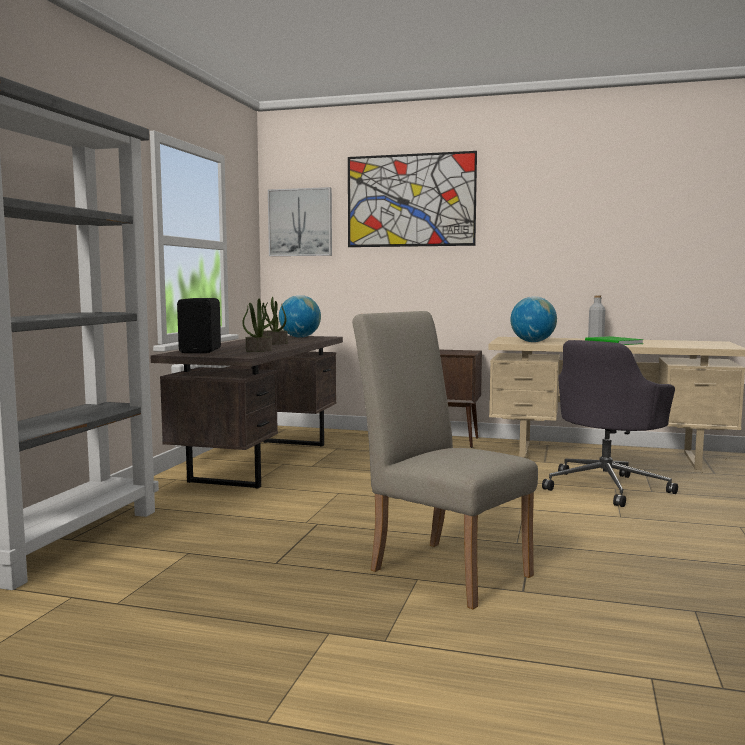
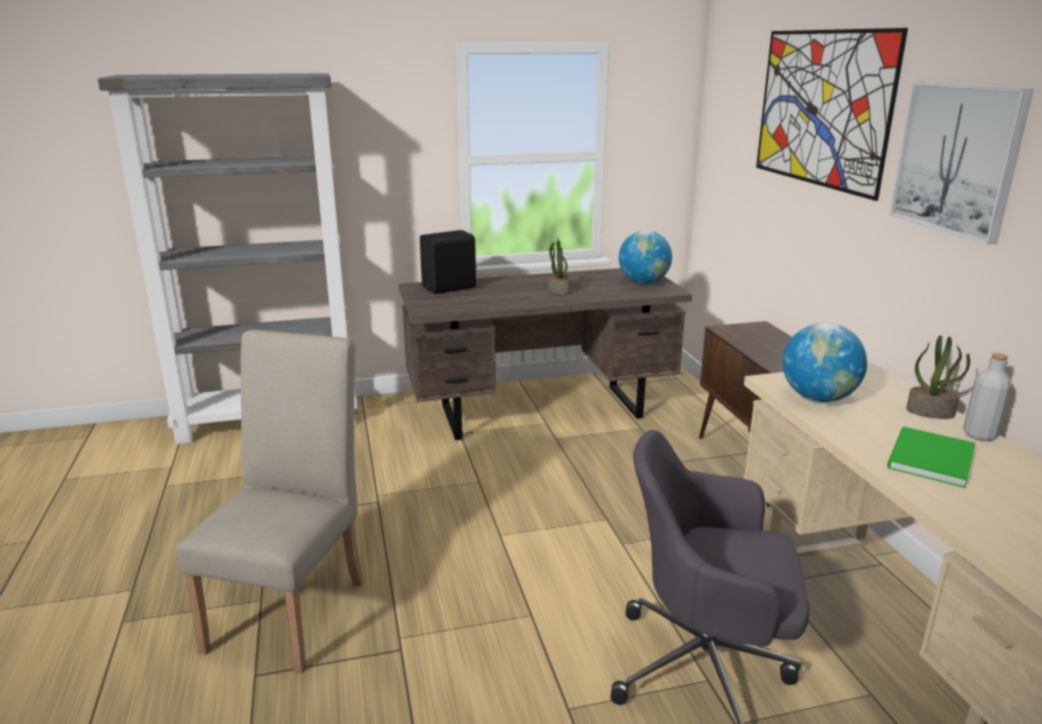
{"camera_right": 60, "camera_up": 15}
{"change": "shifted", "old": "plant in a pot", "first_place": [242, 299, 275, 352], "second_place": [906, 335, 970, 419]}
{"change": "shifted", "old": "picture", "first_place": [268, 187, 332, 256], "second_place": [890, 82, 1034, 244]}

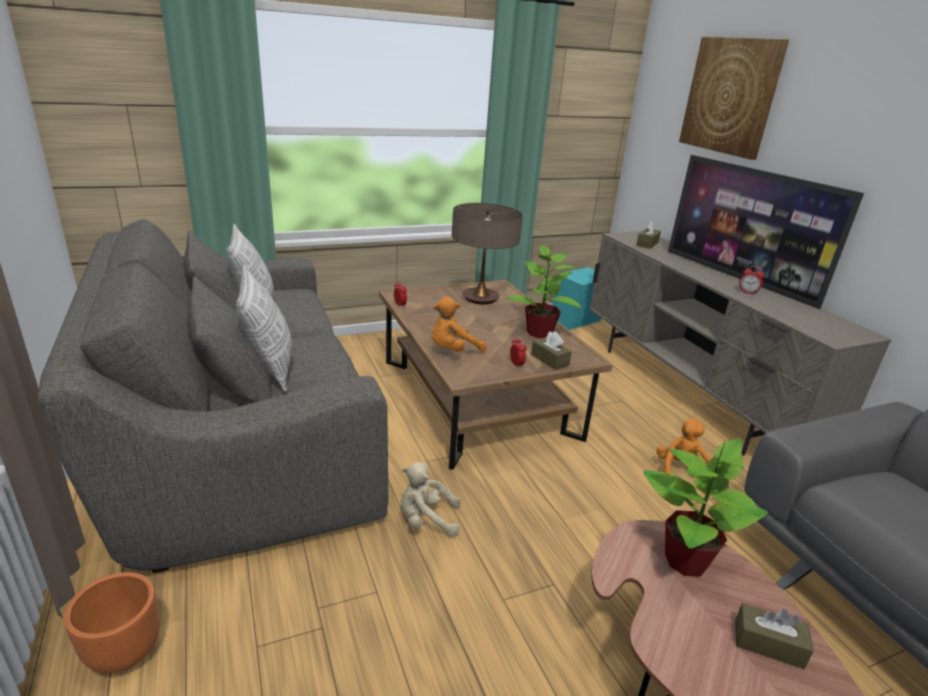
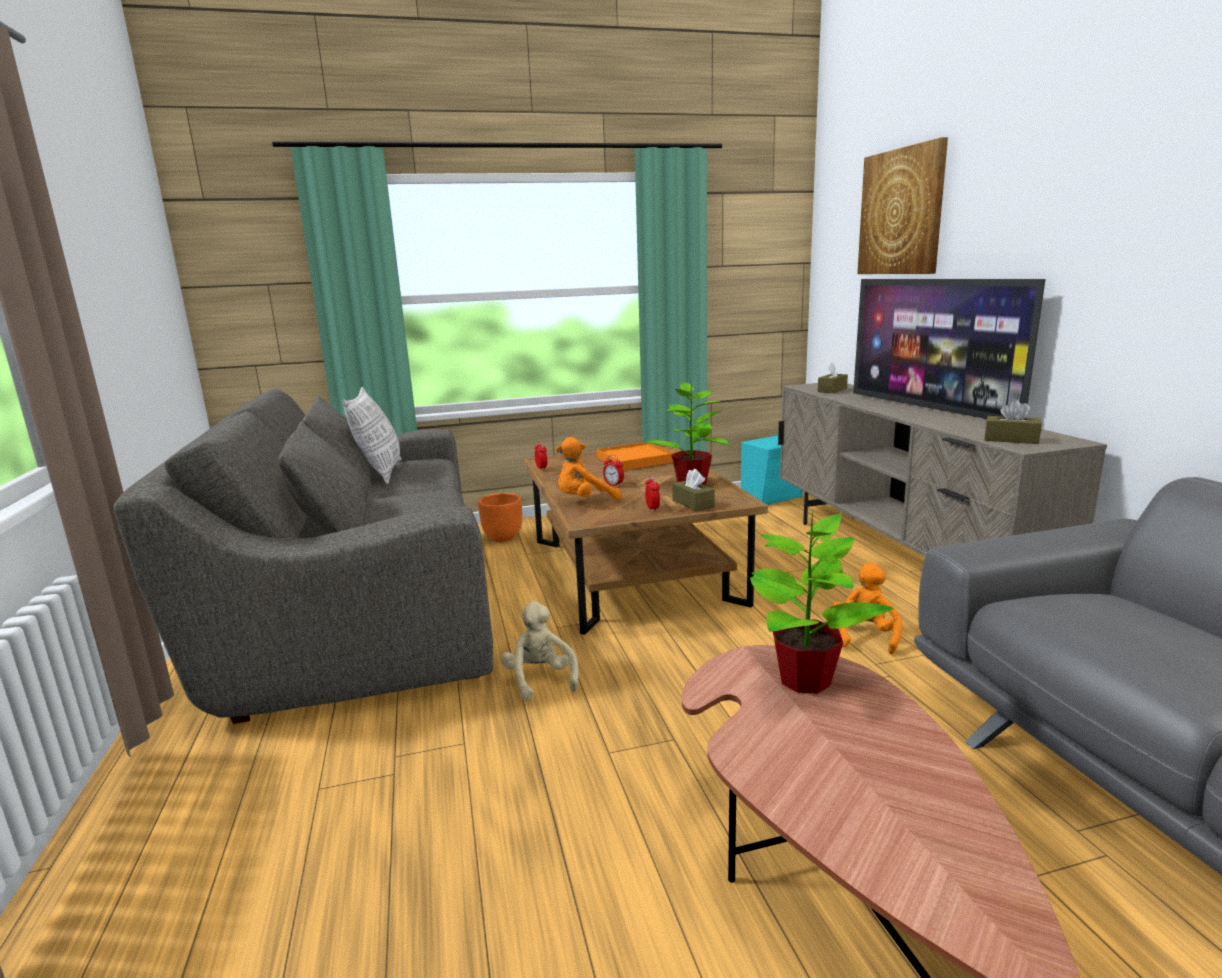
{"camera_right": 10, "camera_up": -10}
{"change": "gone", "old": "pillow", "first_place": [236, 265, 292, 392]}
{"change": "shifted", "old": "planter/orange-coloured", "first_place": [64, 572, 160, 673], "second_place": [478, 493, 522, 542]}
{"change": "shifted", "old": "tissue box/brownish", "first_place": [735, 603, 814, 669], "second_place": [985, 400, 1042, 444]}
{"change": "shifted", "old": "table clock", "first_place": [739, 266, 765, 295], "second_place": [603, 455, 624, 486]}
{"change": "swapped", "old": "tabletop lamp", "new": "tray/orange-coloured", "first_place": [452, 203, 523, 305], "second_place": [597, 442, 674, 470]}
{"change": "rotated", "old": "soft toy/beige", "first_place": [401, 462, 460, 536], "second_place": [501, 601, 579, 701], "degrees": 60}

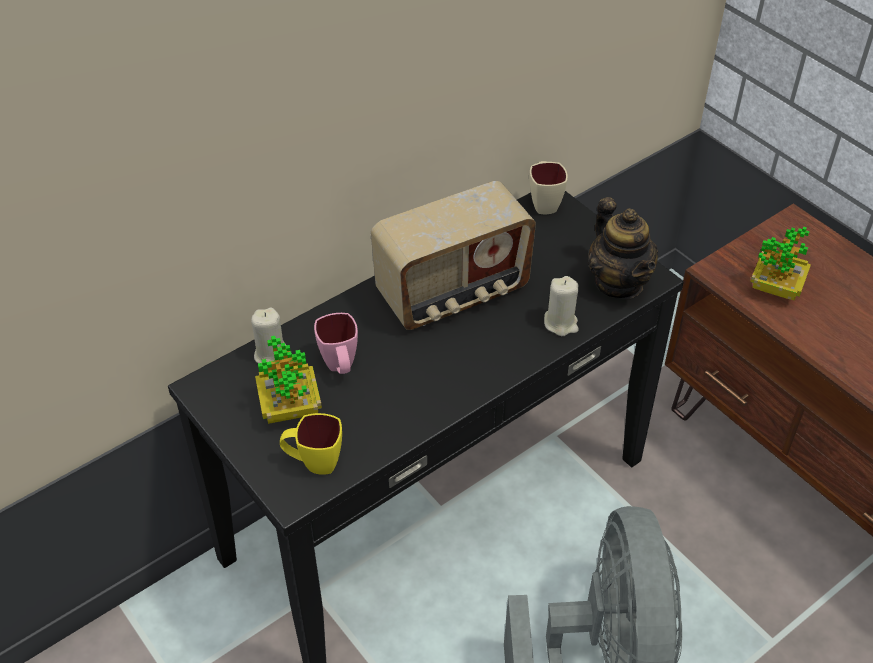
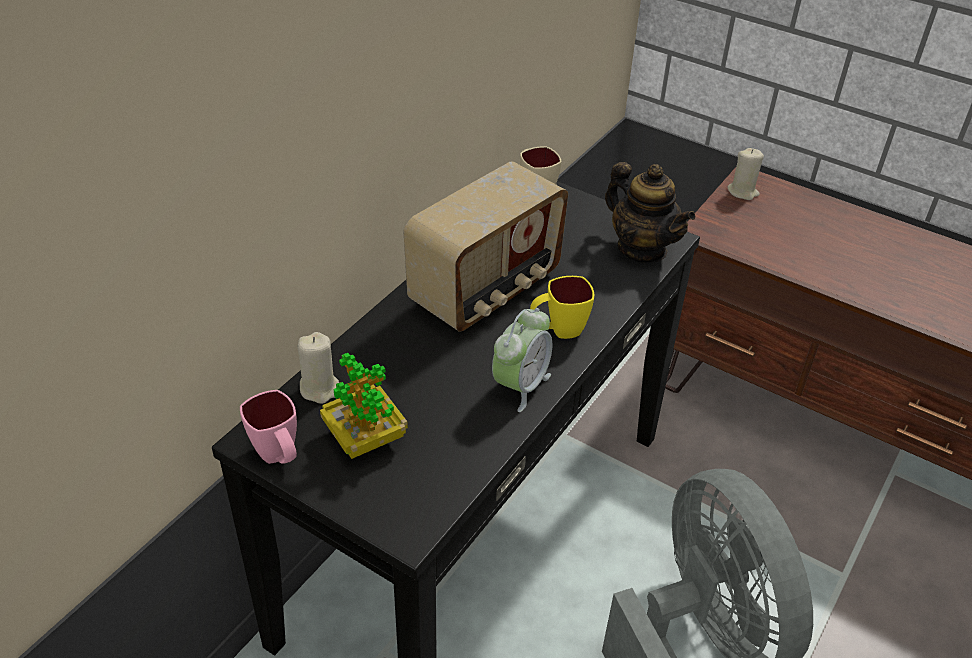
{"camera_right": -20, "camera_up": -5}
{"change": "gone", "old": "plant in a pot", "first_place": [750, 226, 811, 300]}
{"change": "new", "new": "table clock", "second_place": [492, 308, 552, 412]}
{"change": "shifted", "old": "coffee mug/yellow", "first_place": [280, 413, 342, 475], "second_place": [530, 276, 594, 339]}
{"change": "shifted", "old": "coffee mug/pinkish", "first_place": [314, 313, 358, 374], "second_place": [240, 390, 297, 464]}
{"change": "shifted", "old": "candle/beige", "first_place": [544, 276, 579, 336], "second_place": [727, 148, 764, 200]}

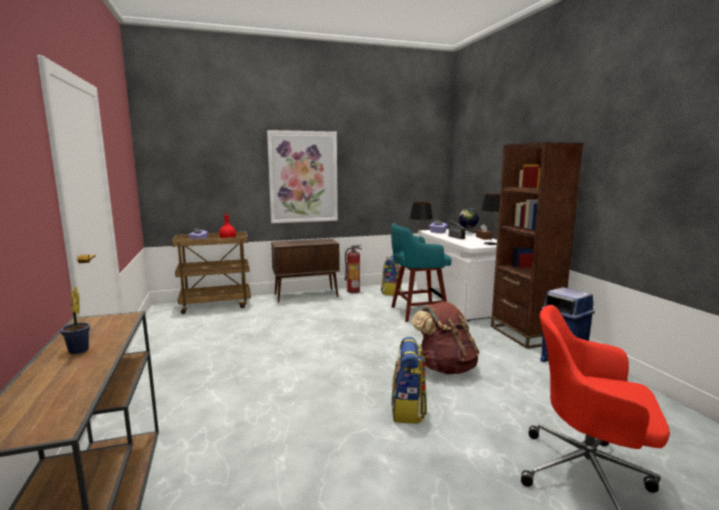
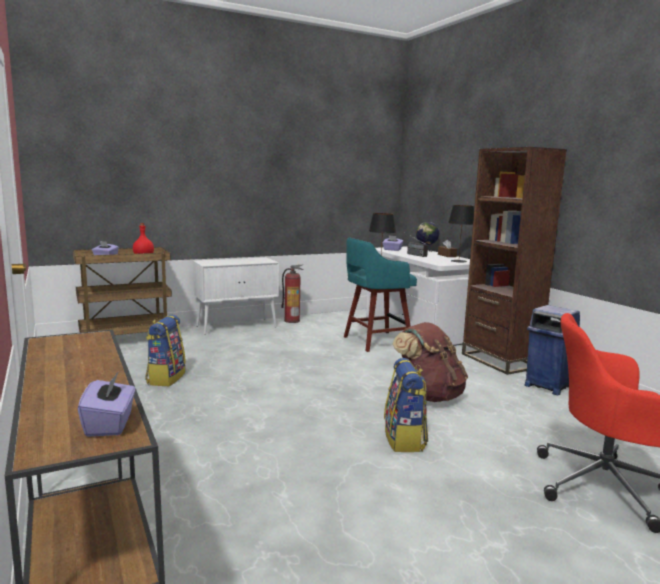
{"camera_right": -10, "camera_up": 0}
{"change": "gone", "old": "plant in a pot", "first_place": [60, 286, 90, 354]}
{"change": "gone", "old": "picture", "first_place": [267, 130, 338, 223]}
{"change": "new", "new": "tissue box/purple", "second_place": [78, 371, 136, 437]}
{"change": "shifted", "old": "knapsack", "first_place": [381, 255, 402, 296], "second_place": [145, 314, 186, 386]}
{"change": "repainted", "old": "cupboard/brownish", "new": "cupboard/white-coloured", "first_place": [271, 239, 340, 303], "second_place": [193, 257, 279, 335]}

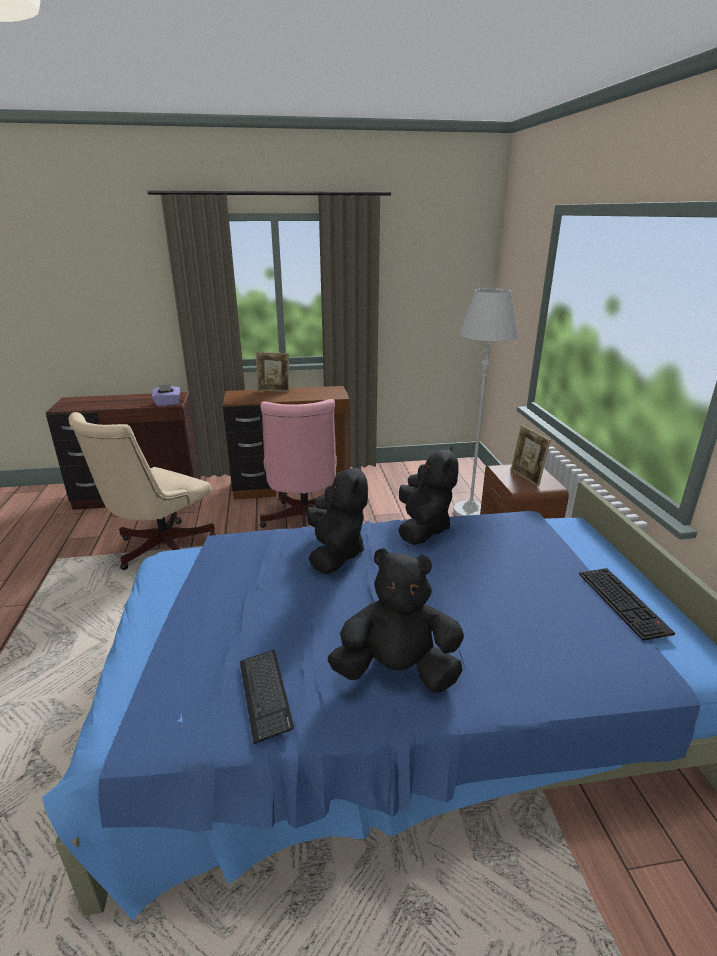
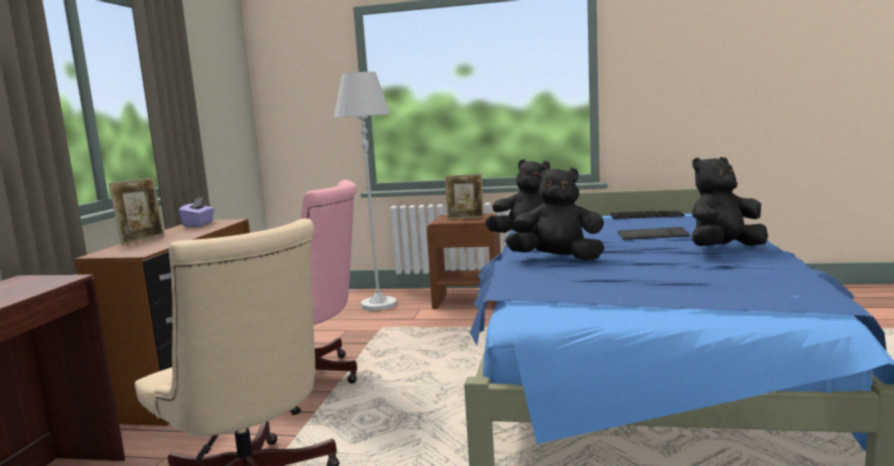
{"camera_right": -70, "camera_up": -15}
{"change": "shifted", "old": "tissue box/purple", "first_place": [152, 384, 180, 406], "second_place": [178, 197, 214, 227]}
{"change": "shifted", "old": "keyboard", "first_place": [240, 650, 294, 744], "second_place": [618, 227, 690, 240]}
{"change": "rotated", "old": "soft toy/black", "first_place": [328, 548, 464, 693], "second_place": [691, 157, 768, 246], "degrees": 45}

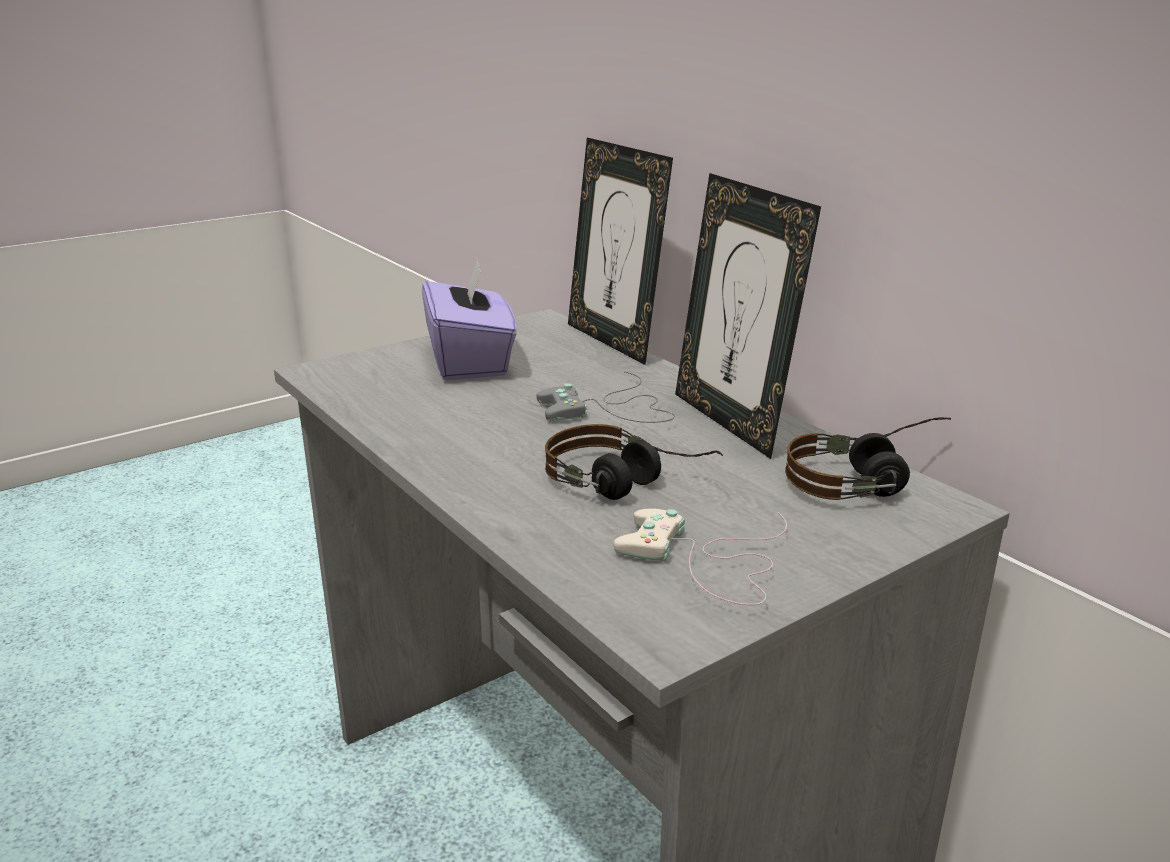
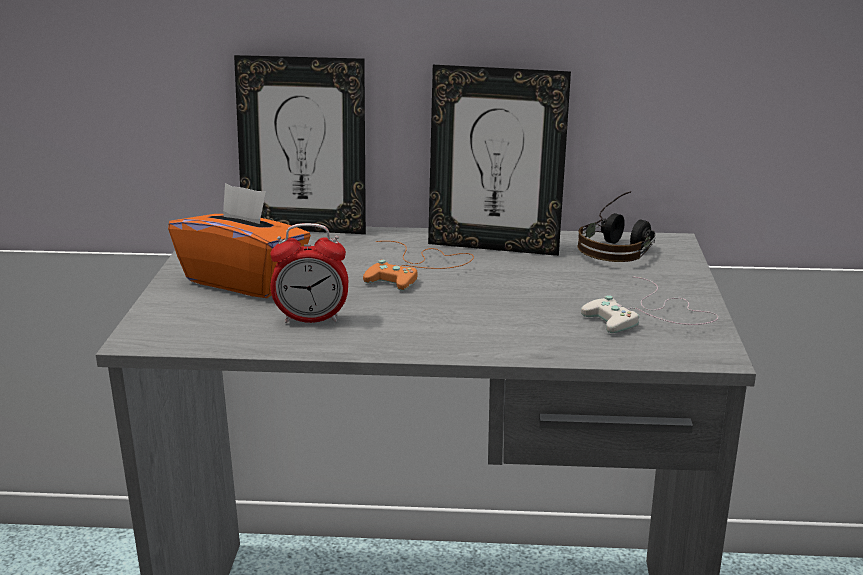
{"camera_right": -50, "camera_up": 0}
{"change": "gone", "old": "headset", "first_place": [545, 424, 723, 500]}
{"change": "new", "new": "table clock", "second_place": [270, 223, 348, 323]}
{"change": "repainted", "old": "tissue box/purple", "new": "tissue box/orange-coloured", "first_place": [422, 259, 517, 380], "second_place": [168, 183, 311, 298]}
{"change": "repainted", "old": "gamepad/greyish", "new": "gamepad/orange-coloured", "first_place": [537, 372, 675, 423], "second_place": [363, 241, 474, 291]}

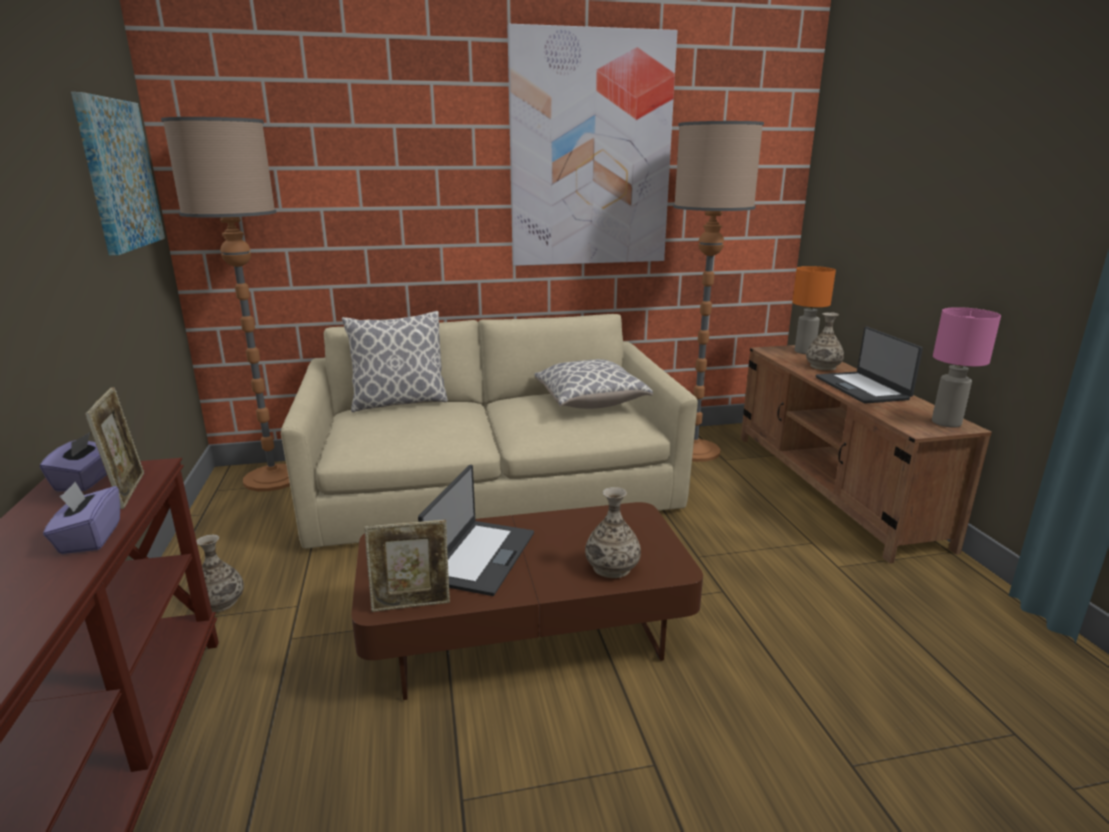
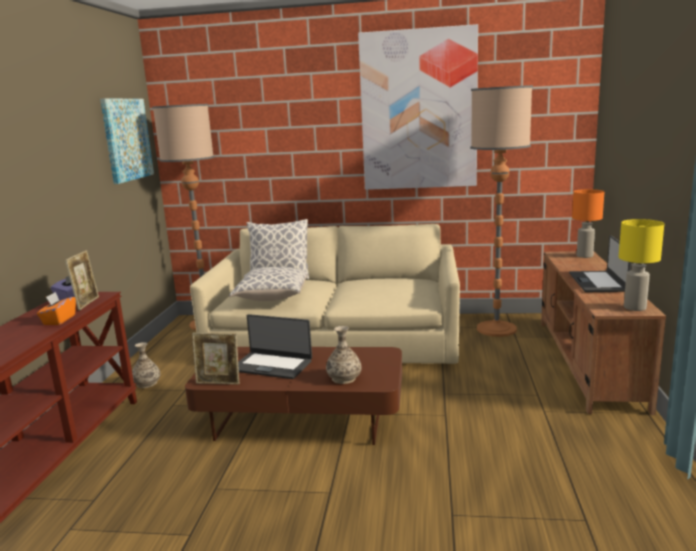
{"camera_right": 20, "camera_up": -5}
{"change": "gone", "old": "vase", "first_place": [806, 312, 844, 370]}
{"change": "shifted", "old": "pillow", "first_place": [535, 359, 653, 409], "second_place": [229, 267, 308, 301]}
{"change": "repainted", "old": "tissue box/purple", "new": "tissue box/orange-coloured", "first_place": [43, 482, 120, 554], "second_place": [37, 292, 76, 325]}
{"change": "repainted", "old": "tabletop lamp/pinkish", "new": "tabletop lamp/yellow", "first_place": [932, 307, 1001, 427], "second_place": [619, 219, 664, 311]}
{"change": "rotated", "old": "notebook computer", "first_place": [418, 465, 534, 596], "second_place": [238, 314, 312, 379], "degrees": 75}

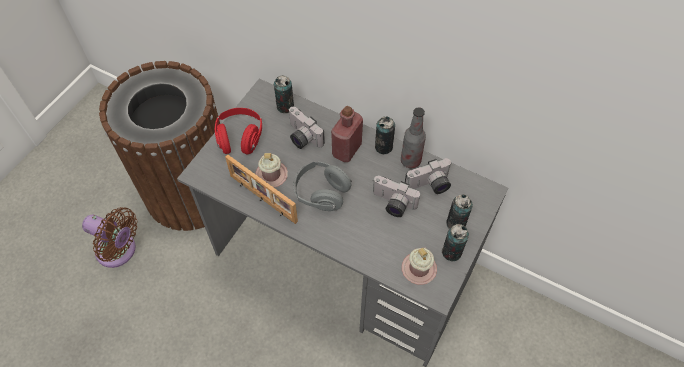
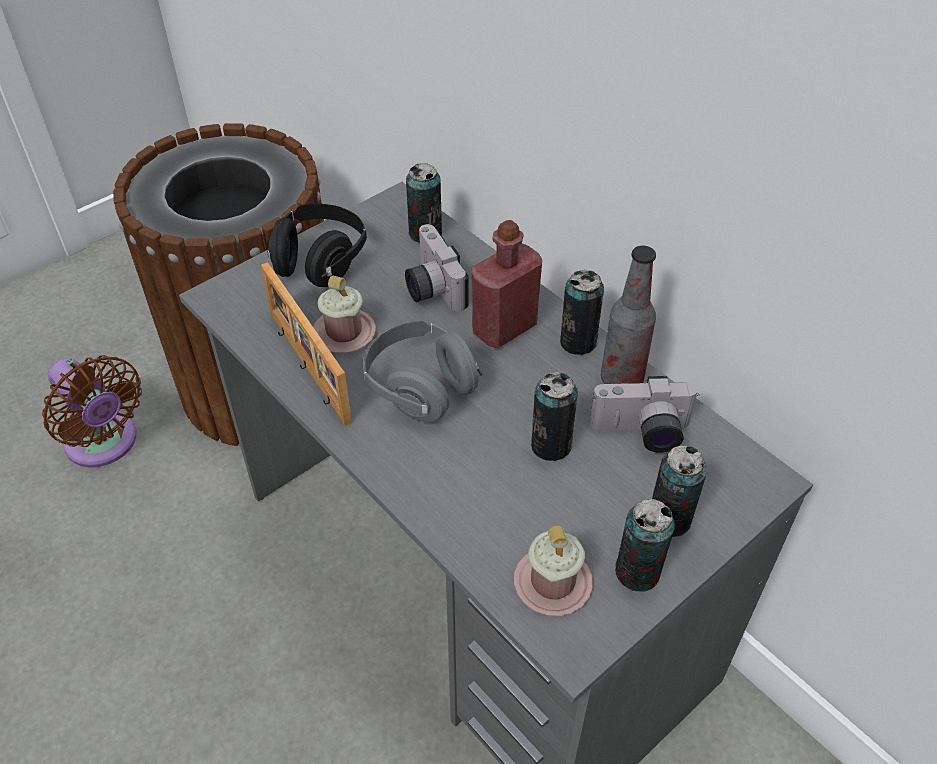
{"camera_right": 20, "camera_up": -10}
{"change": "swapped", "old": "still camera", "new": "metal can", "first_place": [373, 176, 420, 217], "second_place": [531, 372, 578, 461]}
{"change": "repainted", "old": "headset/reddish", "new": "headset/black", "first_place": [215, 108, 262, 154], "second_place": [267, 204, 367, 287]}

